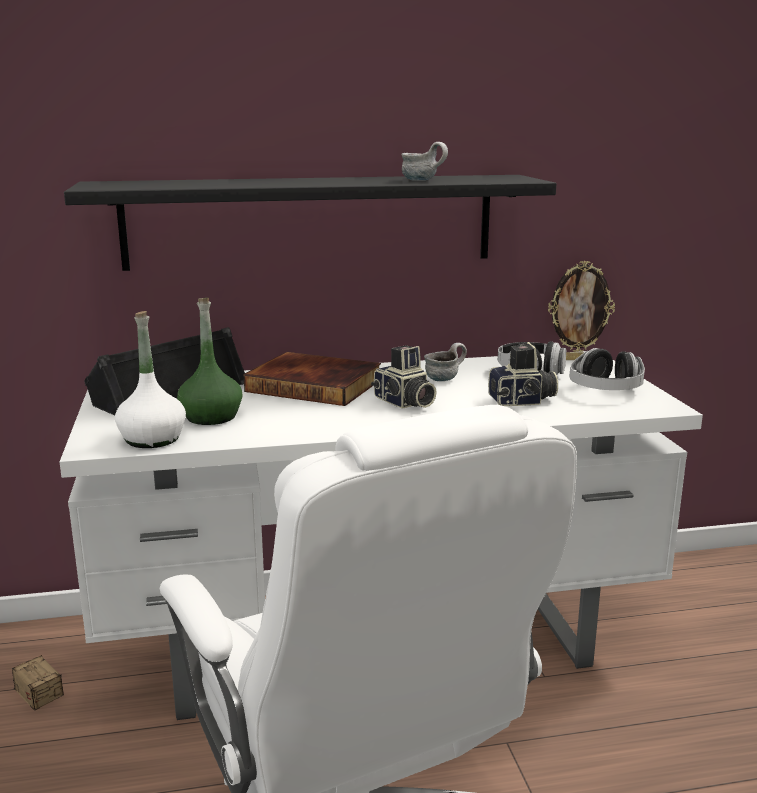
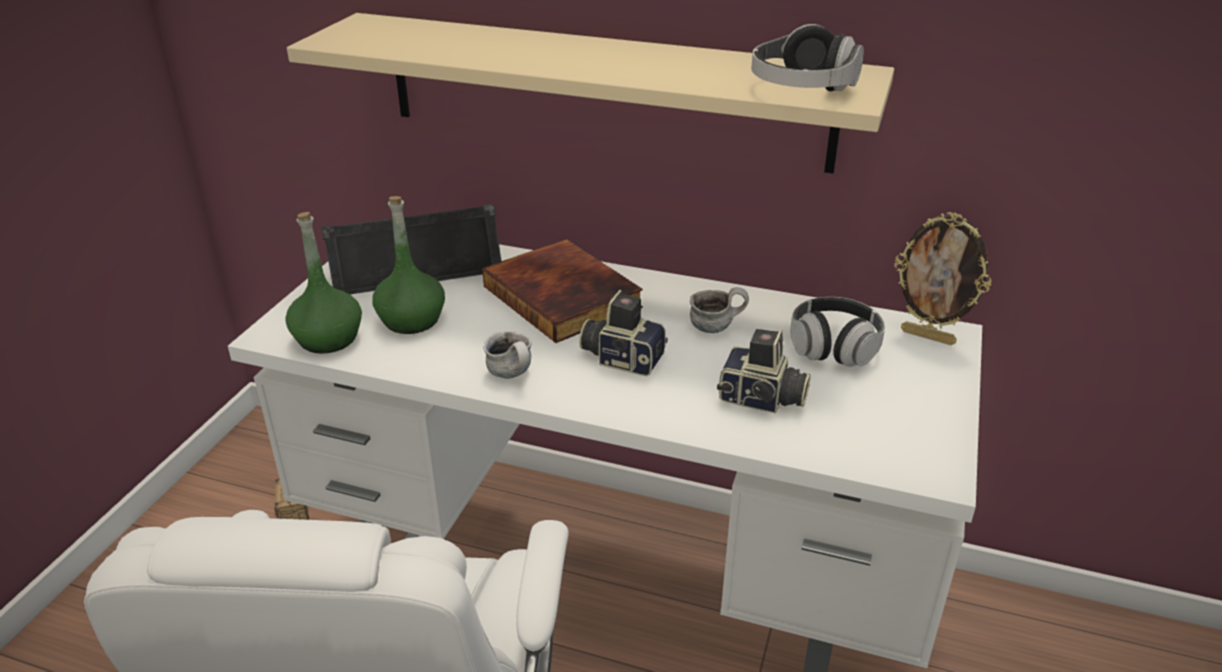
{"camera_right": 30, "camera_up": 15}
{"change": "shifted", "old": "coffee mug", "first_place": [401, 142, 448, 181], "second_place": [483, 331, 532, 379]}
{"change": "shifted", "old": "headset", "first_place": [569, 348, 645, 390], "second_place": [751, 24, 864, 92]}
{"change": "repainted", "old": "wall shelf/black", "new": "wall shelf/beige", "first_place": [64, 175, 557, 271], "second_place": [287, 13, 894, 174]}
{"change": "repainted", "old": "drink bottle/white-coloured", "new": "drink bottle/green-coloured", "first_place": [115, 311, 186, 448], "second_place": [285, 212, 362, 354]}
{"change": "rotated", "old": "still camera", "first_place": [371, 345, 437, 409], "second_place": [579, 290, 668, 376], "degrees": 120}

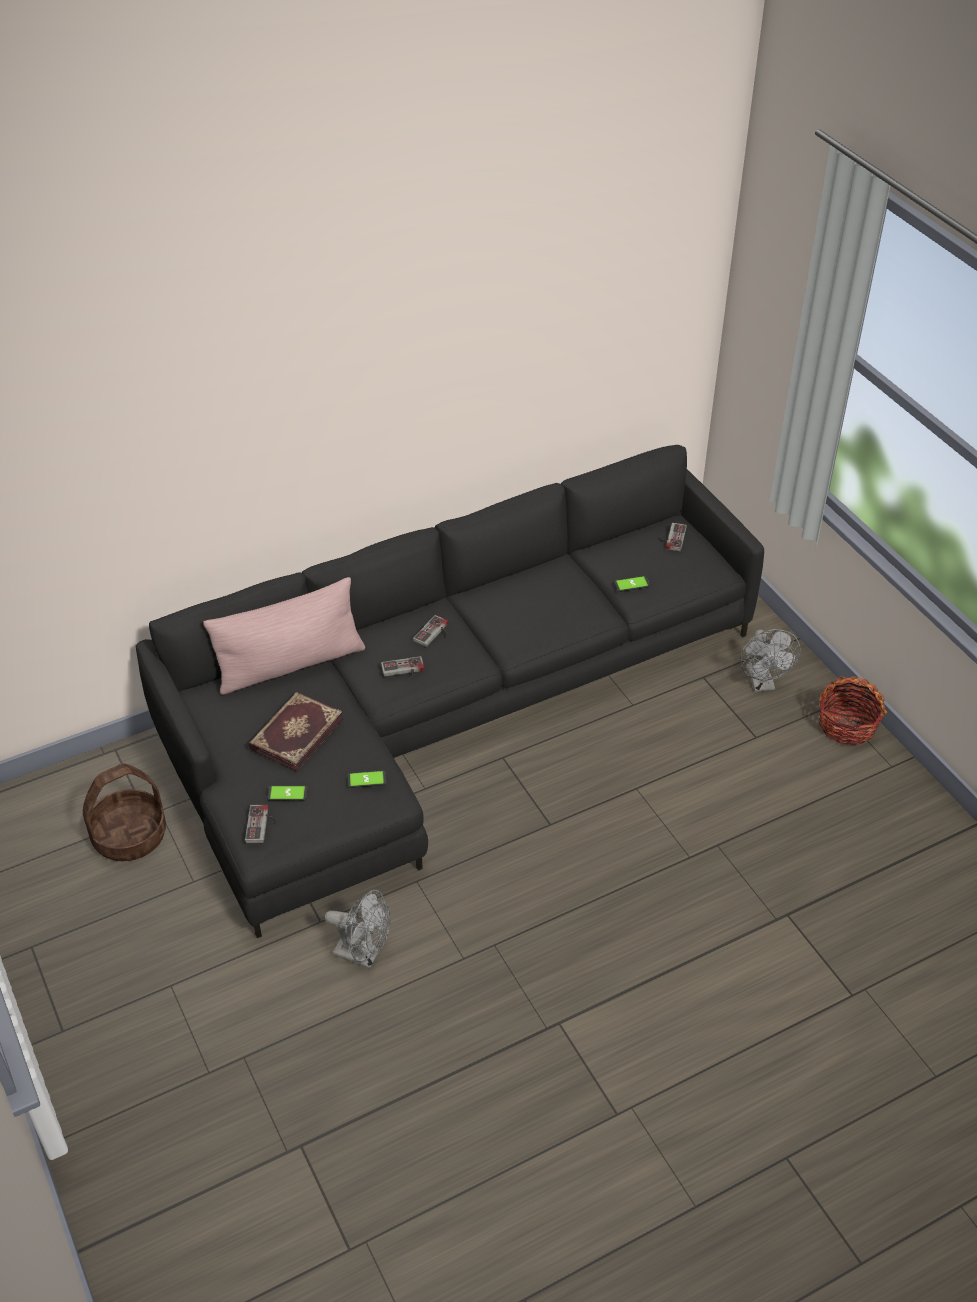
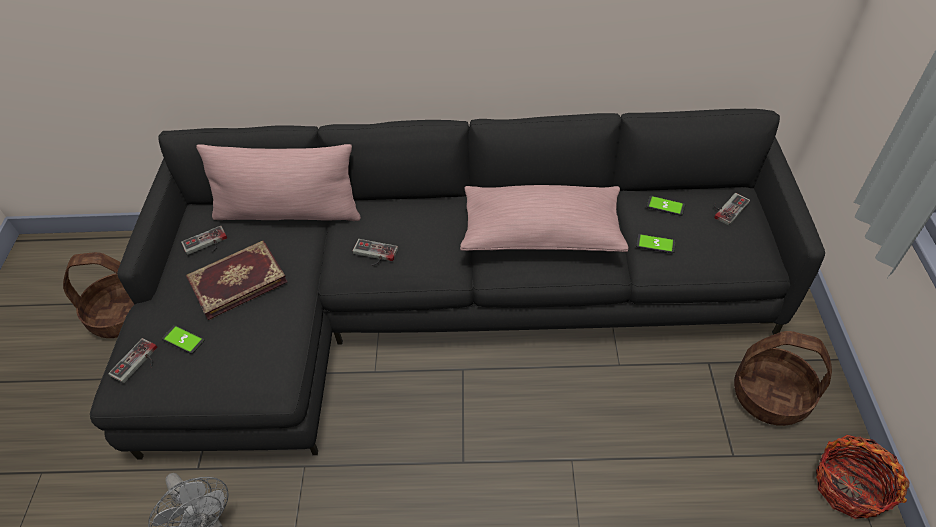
{"camera_right": 30, "camera_up": 5}
{"change": "new", "new": "pillow/pinkish", "second_place": [460, 185, 629, 252]}
{"change": "shifted", "old": "handset", "first_place": [347, 770, 387, 788], "second_place": [646, 196, 686, 216]}
{"change": "shifted", "old": "gamepad", "first_place": [413, 615, 448, 647], "second_place": [181, 226, 227, 255]}
{"change": "swapped", "old": "electric fan/greyish", "new": "storage basket", "first_place": [740, 629, 800, 692], "second_place": [734, 331, 832, 426]}

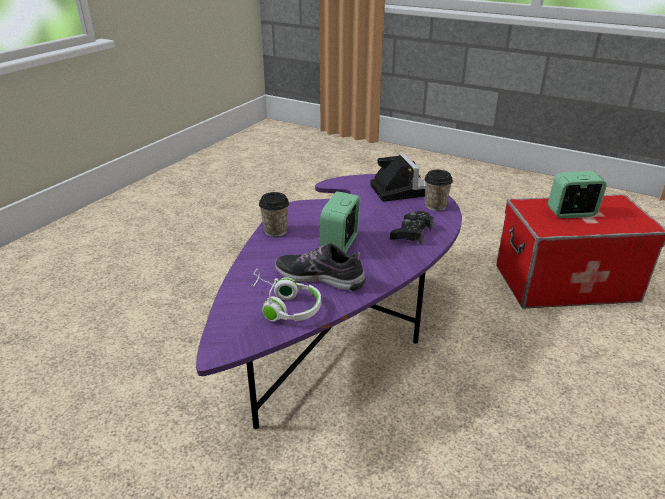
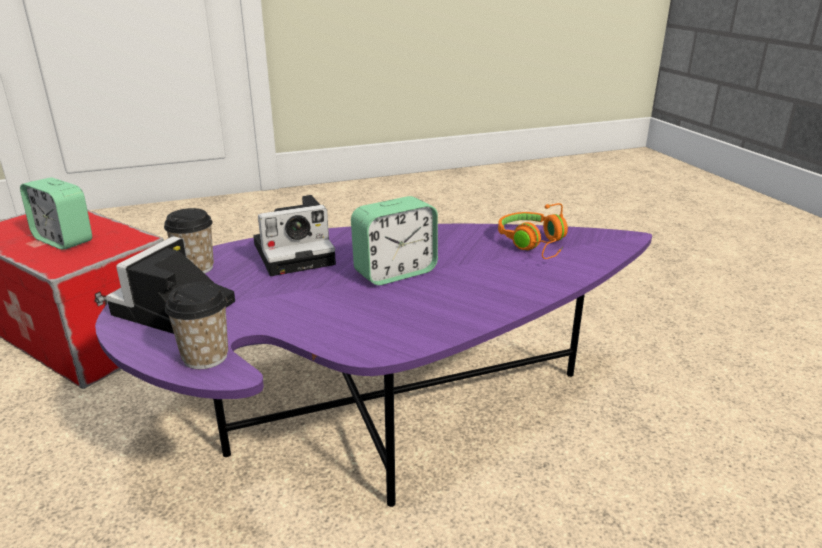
{"camera_right": -140, "camera_up": -5}
{"change": "gone", "old": "item of footwear", "first_place": [275, 243, 366, 291]}
{"change": "shifted", "old": "small cup", "first_place": [259, 192, 289, 237], "second_place": [165, 282, 228, 369]}
{"change": "swapped", "old": "gamepad/black", "new": "still camera", "first_place": [390, 211, 434, 245], "second_place": [253, 195, 336, 276]}
{"change": "repainted", "old": "headset/white-coloured", "new": "headset/orange-coloured", "first_place": [250, 268, 321, 322], "second_place": [498, 203, 568, 259]}

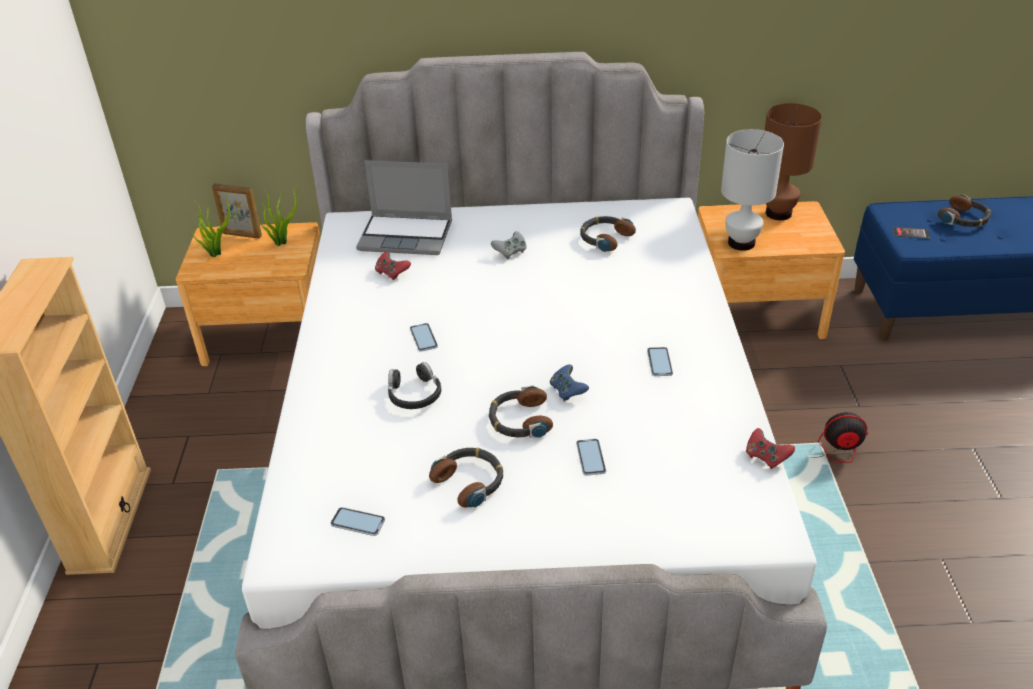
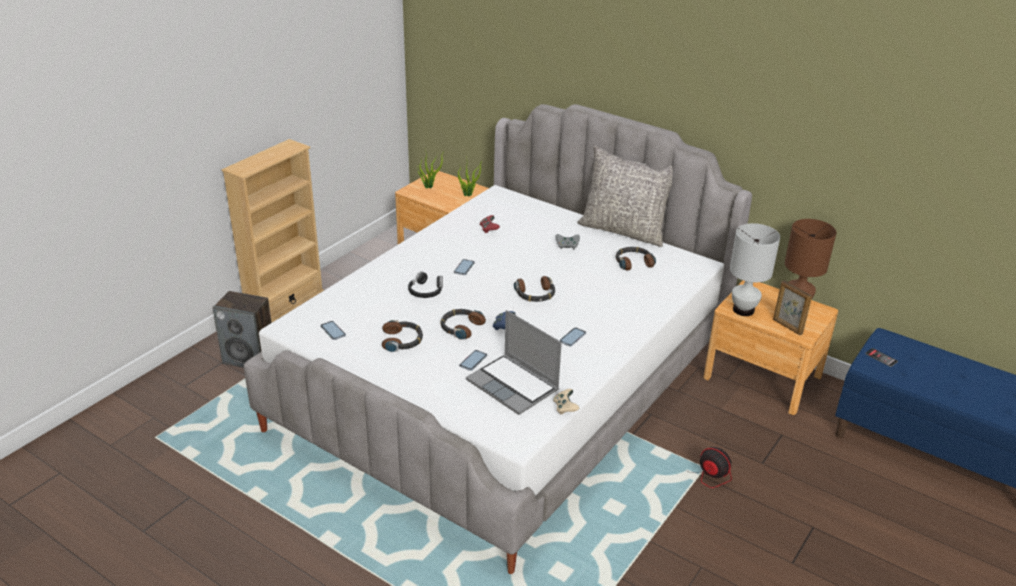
{"camera_right": 35, "camera_up": -5}
{"change": "new", "new": "loudspeaker", "second_place": [212, 291, 272, 368]}
{"change": "new", "new": "pillow/greyish", "second_place": [577, 145, 673, 247]}
{"change": "shifted", "old": "picture frame", "first_place": [212, 183, 262, 239], "second_place": [773, 280, 812, 335]}
{"change": "shifted", "old": "notebook computer", "first_place": [356, 160, 452, 255], "second_place": [466, 310, 562, 415]}
{"change": "shifted", "old": "headset", "first_place": [938, 195, 991, 227], "second_place": [514, 276, 555, 302]}
{"change": "repainted", "old": "gamepad/reddish", "new": "gamepad/beige", "first_place": [746, 428, 795, 469], "second_place": [553, 389, 579, 415]}

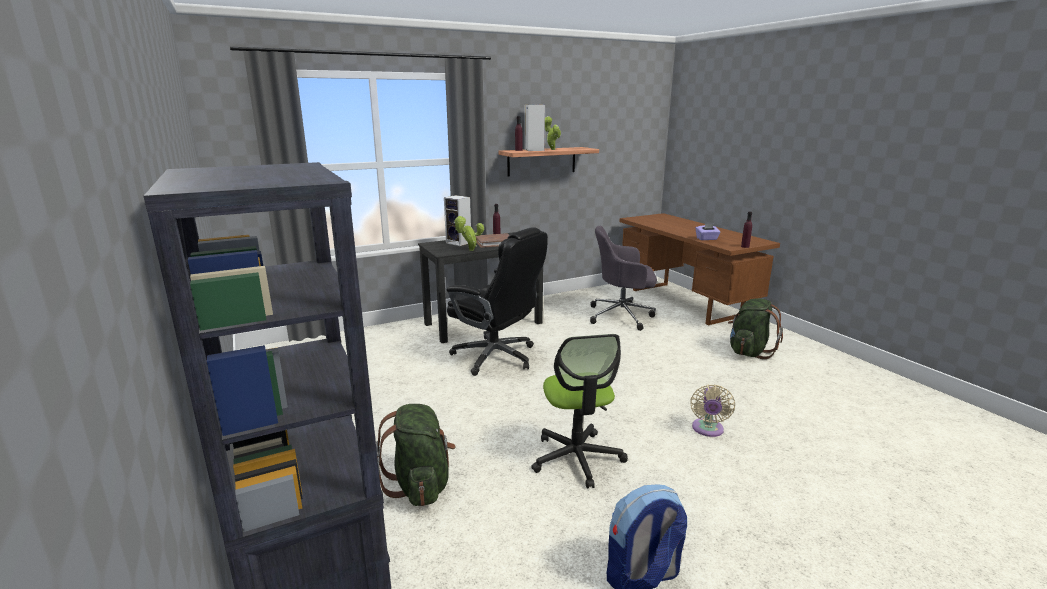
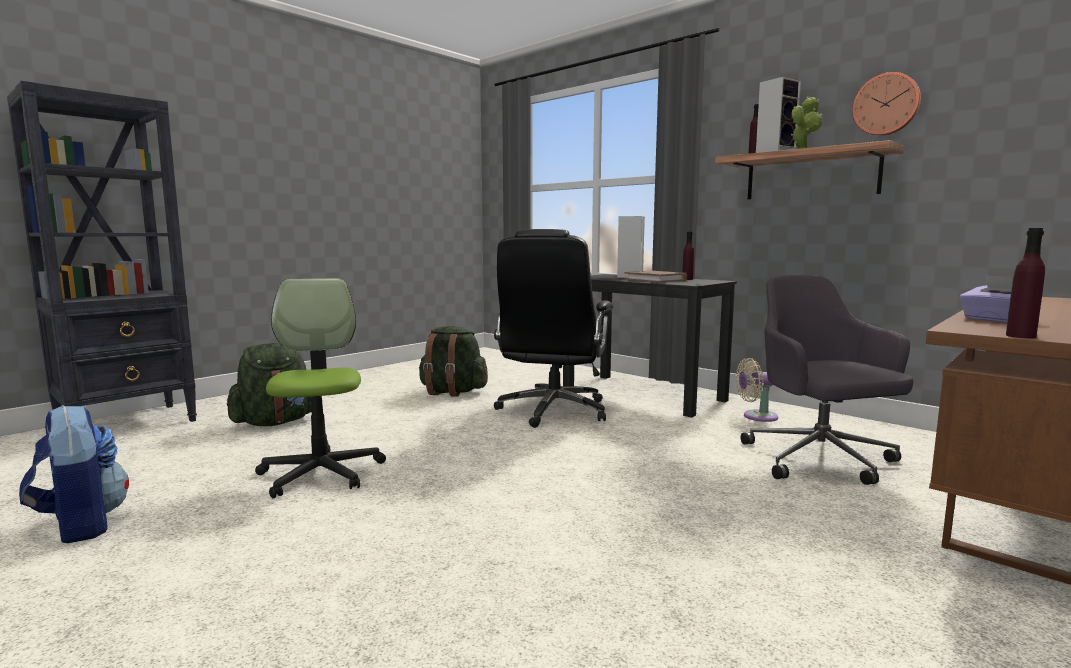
{"camera_right": 70, "camera_up": -10}
{"change": "gone", "old": "plant in a pot", "first_place": [454, 216, 484, 251]}
{"change": "new", "new": "wall clock", "second_place": [852, 72, 921, 136]}
{"change": "shifted", "old": "electric fan/beige", "first_place": [690, 384, 735, 437], "second_place": [736, 358, 778, 422]}
{"change": "shifted", "old": "knapsack/green-coloured", "first_place": [728, 298, 783, 359], "second_place": [419, 326, 488, 397]}
{"change": "rotated", "old": "computer chair", "first_place": [531, 334, 628, 489], "second_place": [255, 278, 386, 498], "degrees": 105}

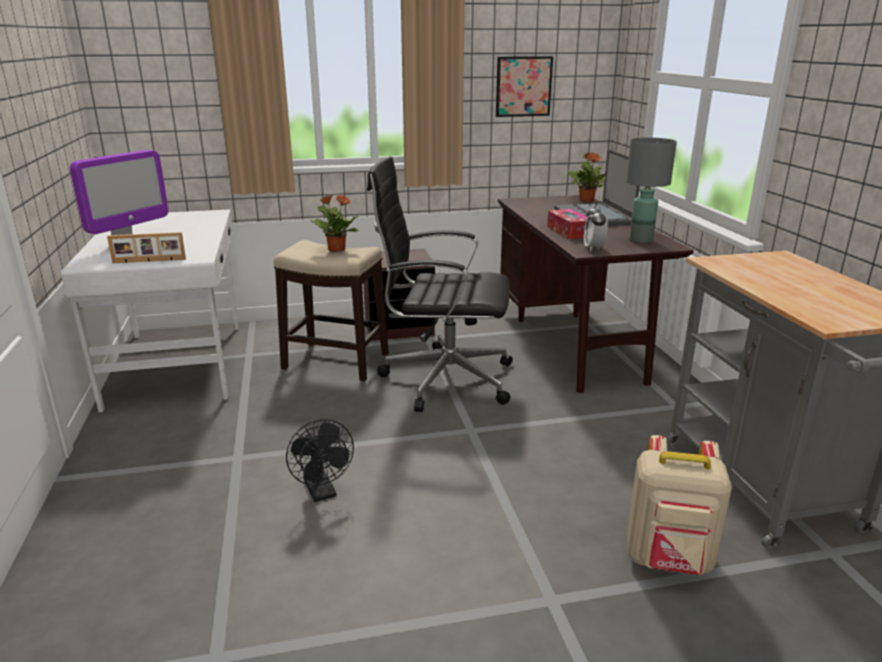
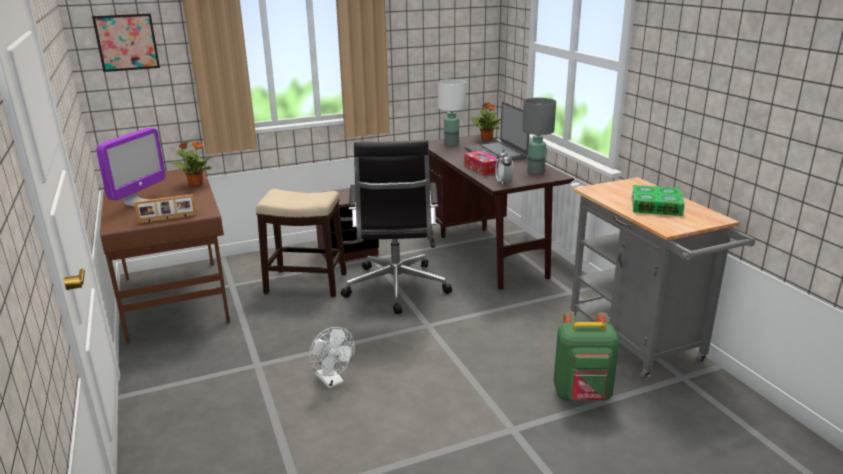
{"camera_right": -10, "camera_up": 0}
{"change": "new", "new": "tabletop lamp/white-coloured", "second_place": [438, 79, 466, 146]}
{"change": "new", "new": "bound book", "second_place": [631, 185, 685, 216]}
{"change": "shifted", "old": "plant in a pot", "first_place": [310, 195, 360, 252], "second_place": [171, 141, 213, 187]}
{"change": "shifted", "old": "picture", "first_place": [496, 56, 553, 117], "second_place": [92, 14, 160, 72]}
{"change": "repainted", "old": "desk/white-coloured", "new": "desk/brownish", "first_place": [61, 209, 239, 412], "second_place": [100, 167, 230, 344]}
{"change": "repainted", "old": "electric fan/black", "new": "electric fan/white-coloured", "first_place": [286, 419, 354, 502], "second_place": [309, 327, 355, 389]}
{"change": "repainted", "old": "knapsack/beige", "new": "knapsack/green-coloured", "first_place": [627, 435, 732, 575], "second_place": [554, 312, 619, 401]}
{"change": "rotated", "old": "computer chair/black", "first_place": [367, 156, 513, 412], "second_place": [341, 140, 452, 314], "degrees": -90}

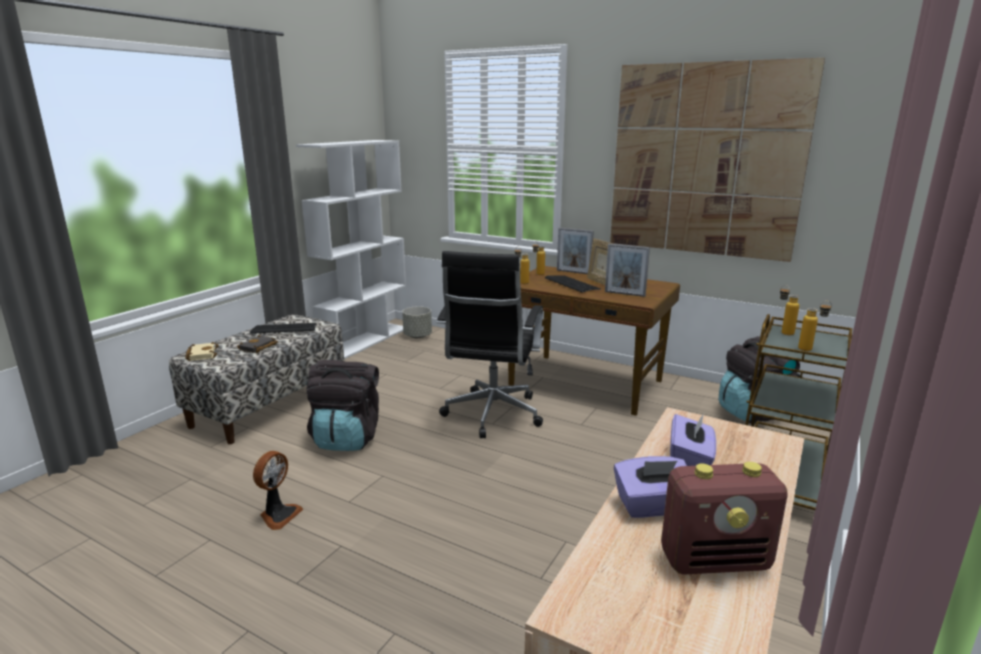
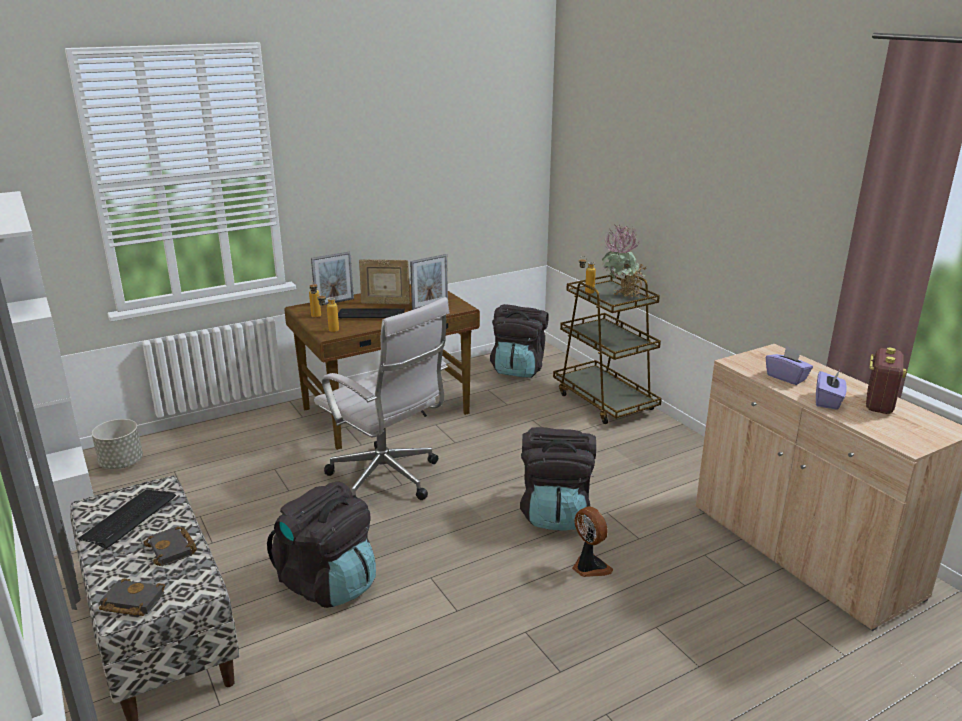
{"camera_right": -60, "camera_up": 5}
{"change": "gone", "old": "picture", "first_place": [610, 58, 825, 262]}
{"change": "new", "new": "knapsack/black", "second_place": [520, 427, 596, 531]}
{"change": "shifted", "old": "electric fan", "first_place": [253, 451, 303, 530], "second_place": [572, 507, 613, 577]}
{"change": "swapped", "old": "drink bottle", "new": "plant in a pot", "first_place": [798, 301, 832, 351], "second_place": [602, 223, 647, 298]}
{"change": "repainted", "old": "bound book/beige", "new": "bound book/black", "first_place": [185, 342, 219, 361], "second_place": [99, 578, 165, 616]}
{"change": "repainted", "old": "computer chair/black", "new": "computer chair/white-coloured", "first_place": [437, 251, 543, 438], "second_place": [314, 297, 449, 500]}

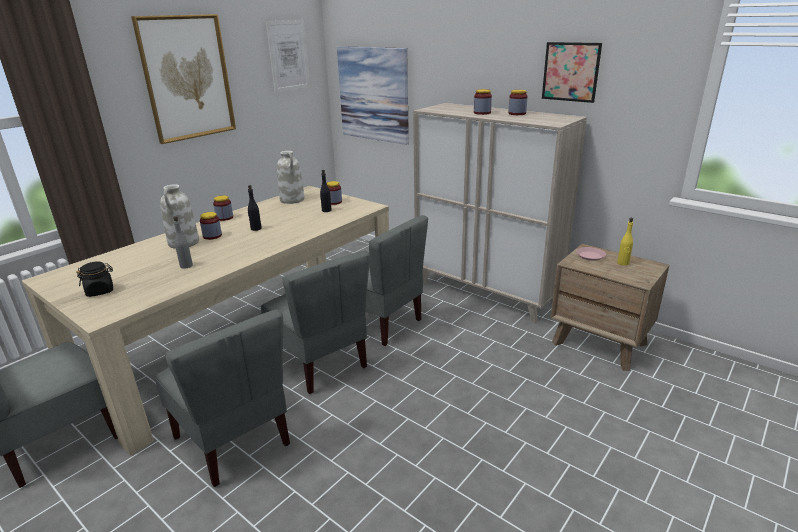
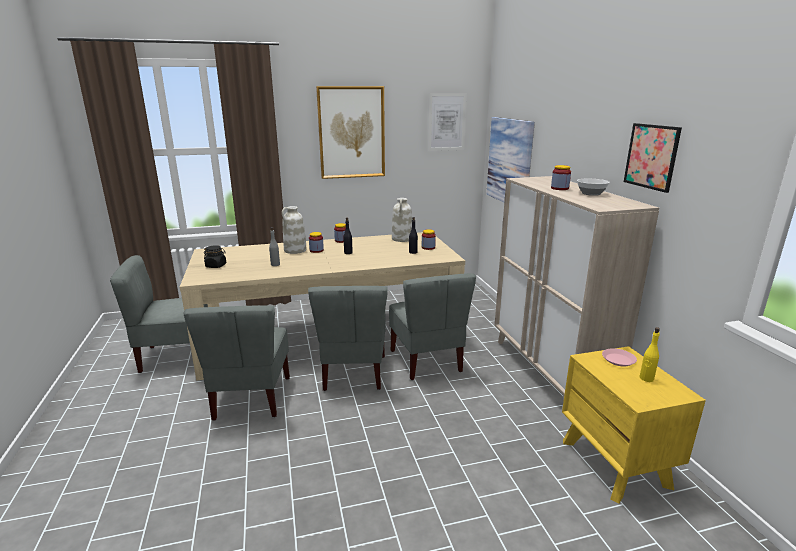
{"camera_right": 35, "camera_up": -5}
{"change": "swapped", "old": "preserve jar", "new": "deep dish", "first_place": [508, 90, 528, 115], "second_place": [577, 179, 610, 196]}
{"change": "repainted", "old": "nightstand/brownish", "new": "nightstand/yellow", "first_place": [551, 244, 669, 371], "second_place": [562, 346, 706, 504]}

